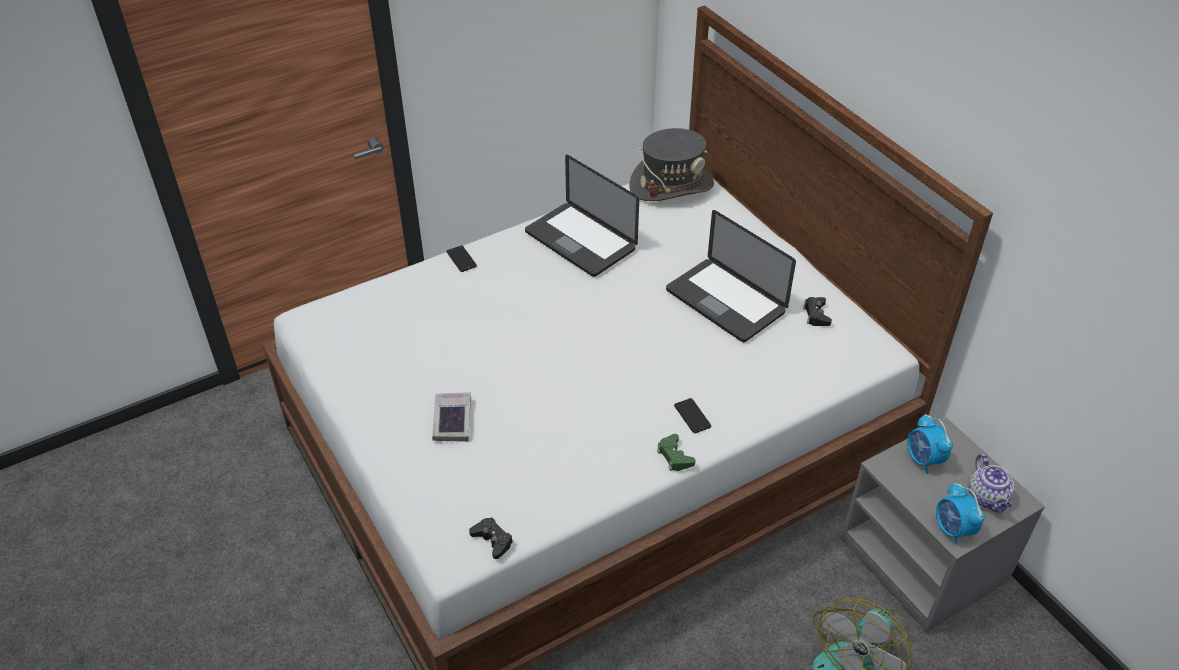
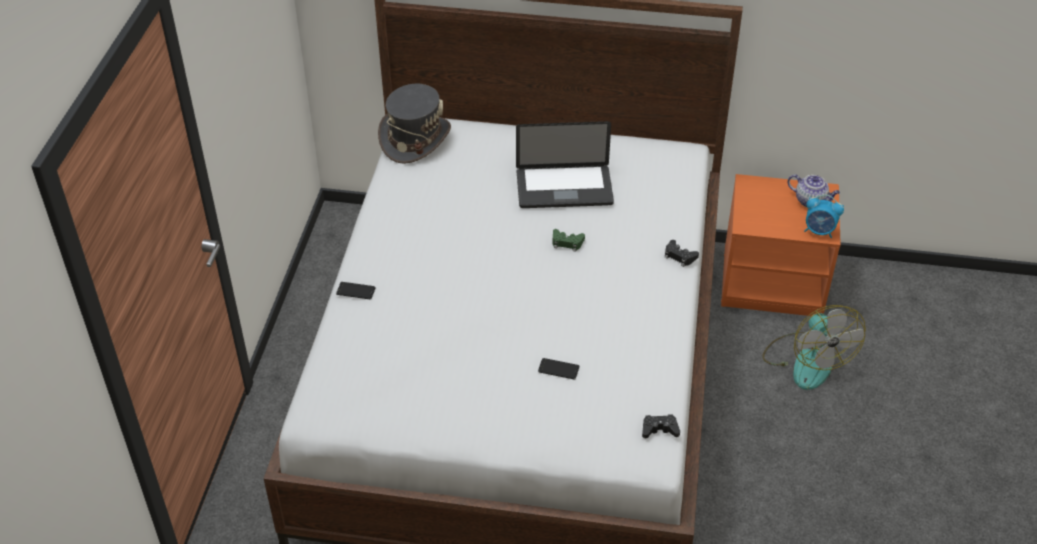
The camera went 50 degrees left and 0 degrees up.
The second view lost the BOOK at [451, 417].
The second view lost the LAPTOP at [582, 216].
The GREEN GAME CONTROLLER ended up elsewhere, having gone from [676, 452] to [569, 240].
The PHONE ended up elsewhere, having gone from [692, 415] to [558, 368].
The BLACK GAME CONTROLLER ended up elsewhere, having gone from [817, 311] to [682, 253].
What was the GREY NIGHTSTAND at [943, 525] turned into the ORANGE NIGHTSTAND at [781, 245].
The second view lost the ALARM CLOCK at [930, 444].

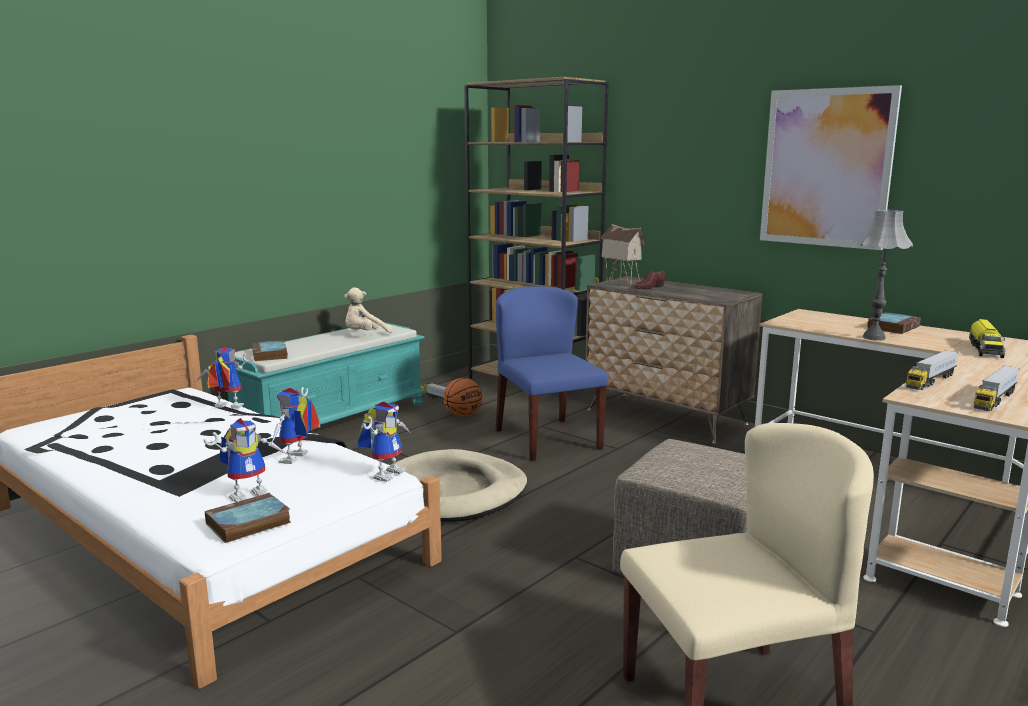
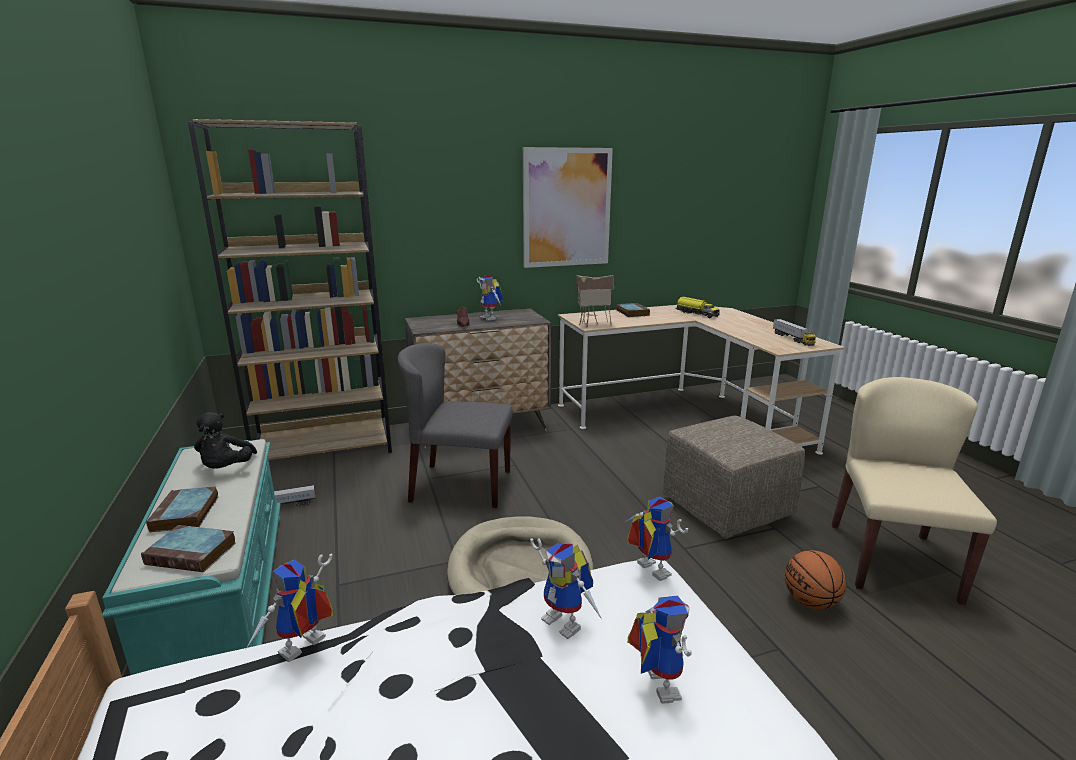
The camera went 60 degrees left and 5 degrees up.
The BOOK ended up elsewhere, having gone from [248, 518] to [182, 509].
What was the BEIGE PLUSH TOY at [368, 310] turned into the BLACK PLUSH TOY at [225, 440].
The BASKETBALL ended up elsewhere, having gone from [462, 397] to [816, 579].
What was the BLUE CHAIR at [552, 373] turned into the GREY CHAIR at [455, 425].
The TOY HOUSE ended up elsewhere, having gone from [622, 255] to [595, 301].
The second view lost the GREY TABLE LAMP at [885, 275].
The second view lost the TOY TRUCK at [932, 370].
The second view gained the TOY ROBOT at [490, 298].

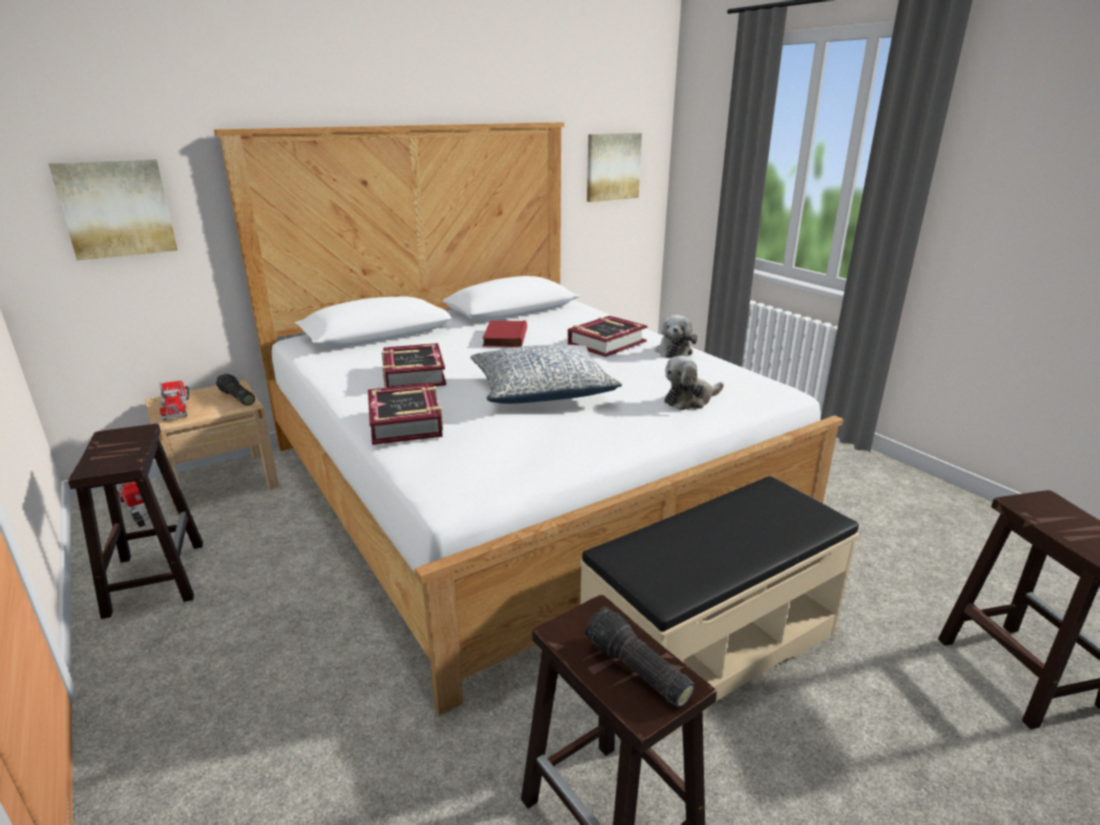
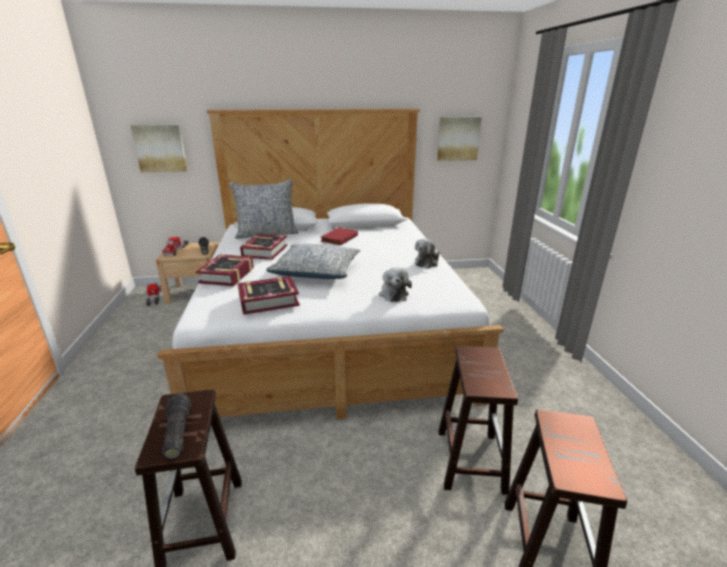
The camera went 25 degrees right and 0 degrees up.
The BROWN STOOL ended up elsewhere, having gone from [135, 521] to [478, 420].
The BOOK ended up elsewhere, having gone from [607, 336] to [269, 295].
The second view lost the BEIGE BENCH at [719, 611].
The PLUSH TOY at [694, 383] ended up facing another way, 90 degrees counterclockwise from before.
The second view gained the PILLOW at [264, 209].

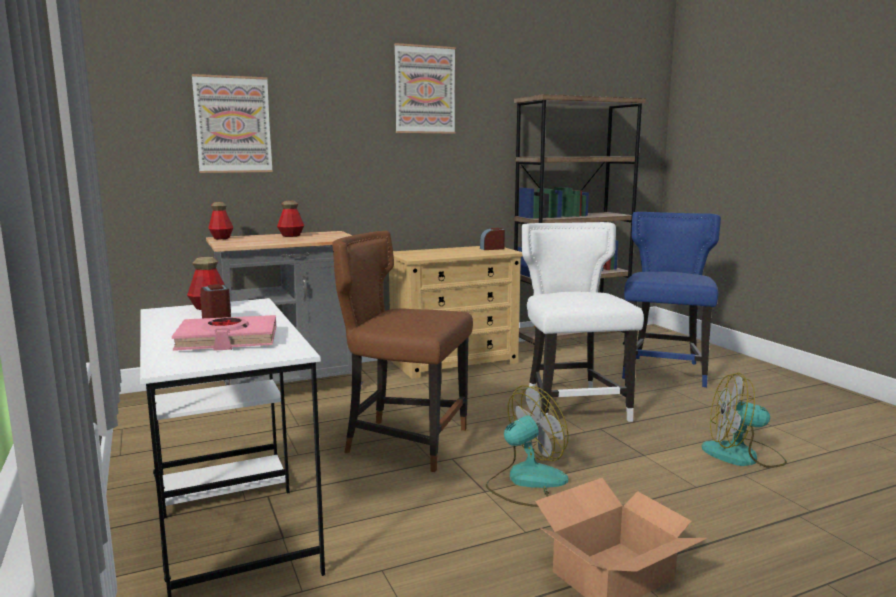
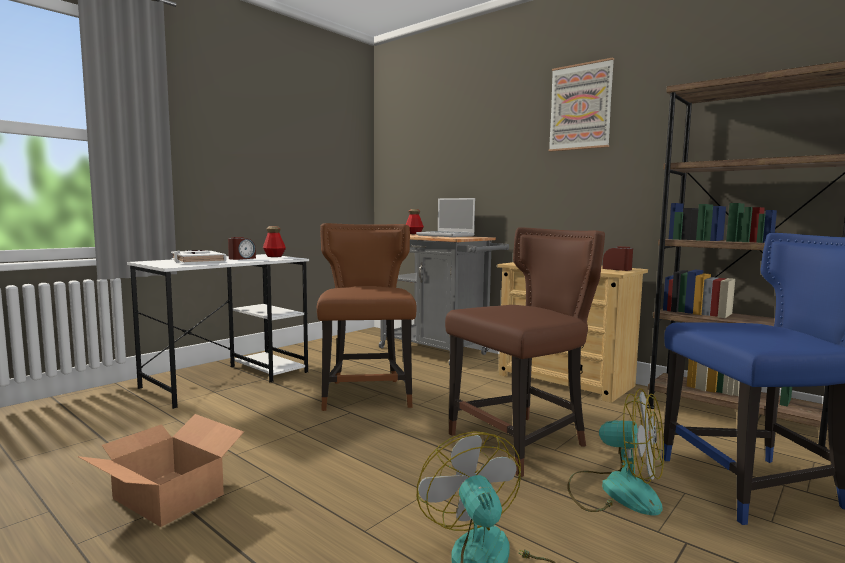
The camera went 65 degrees right and 5 degrees down.
What was the PINK BOOK at [224, 333] turned into the WHITE BOOK at [199, 256].
The second view lost the PICTURE at [232, 123].
Where the BOTTLE stood at [290, 219], the LAPTOP came to stand at [445, 217].
The FAN ended up elsewhere, having gone from [527, 446] to [615, 452].
What was the WHITE CHAIR at [582, 322] turned into the BROWN CHAIR at [525, 352].

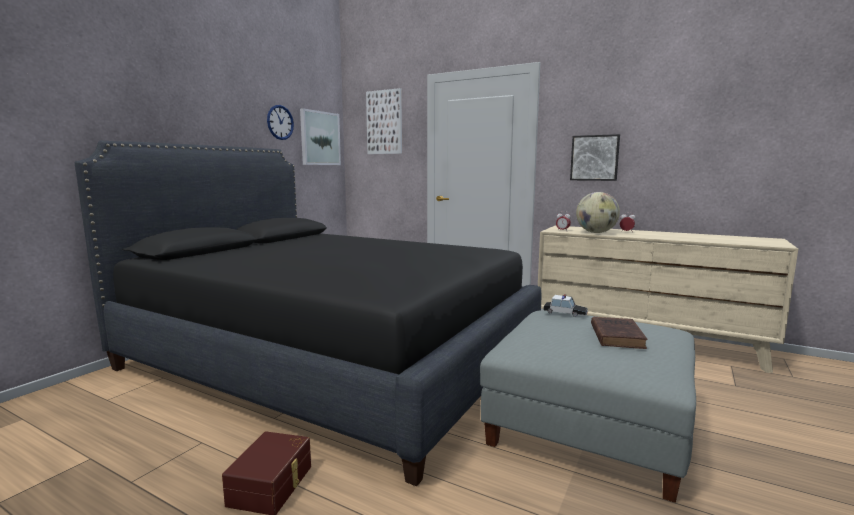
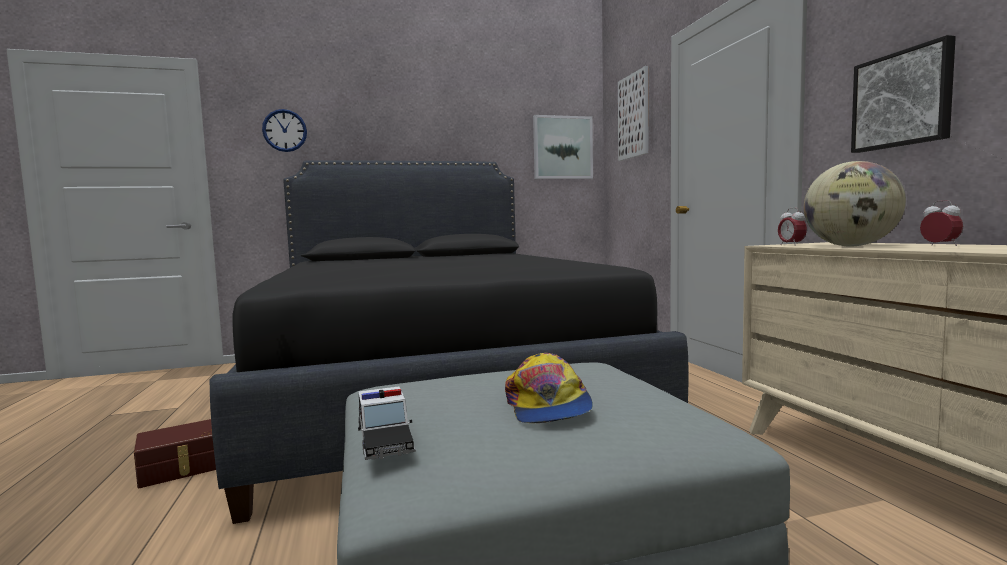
The camera went 45 degrees right and 5 degrees down.
The WALL CLOCK ended up elsewhere, having gone from [280, 122] to [284, 130].
The TOY CAR ended up elsewhere, having gone from [566, 305] to [387, 423].
Where the BROWN BOOK stood at [619, 333], the CAP came to stand at [549, 388].

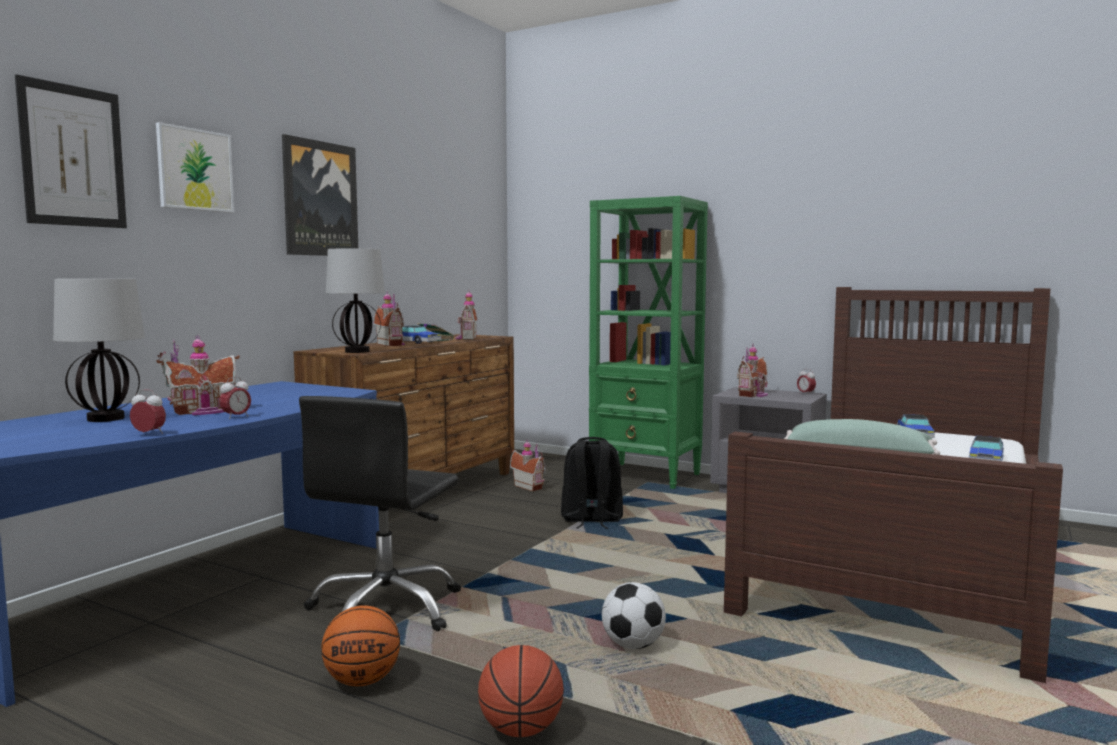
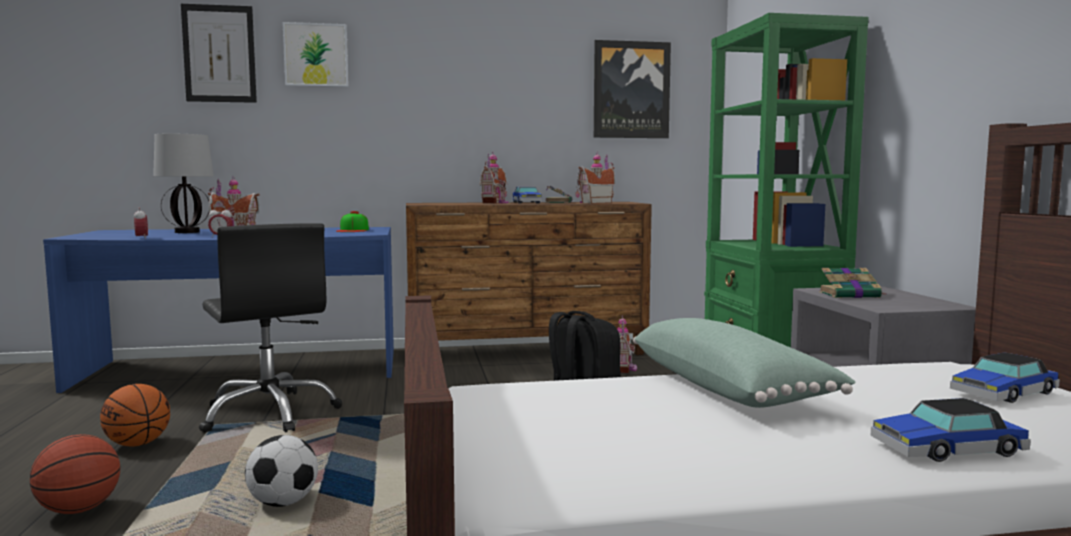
The camera went 50 degrees right and 0 degrees up.
The PICTURE ended up elsewhere, having gone from [320, 195] to [632, 89].
The BLACK OFFICE CHAIR at [380, 513] ended up facing another way, 105 degrees counterclockwise from before.
The second view lost the TABLE LAMP at [355, 301].
Where the TOY HOUSE stood at [752, 371], the BOOK came to stand at [851, 283].
The second view lost the ALARM CLOCK at [806, 381].
The second view gained the CAP at [352, 221].

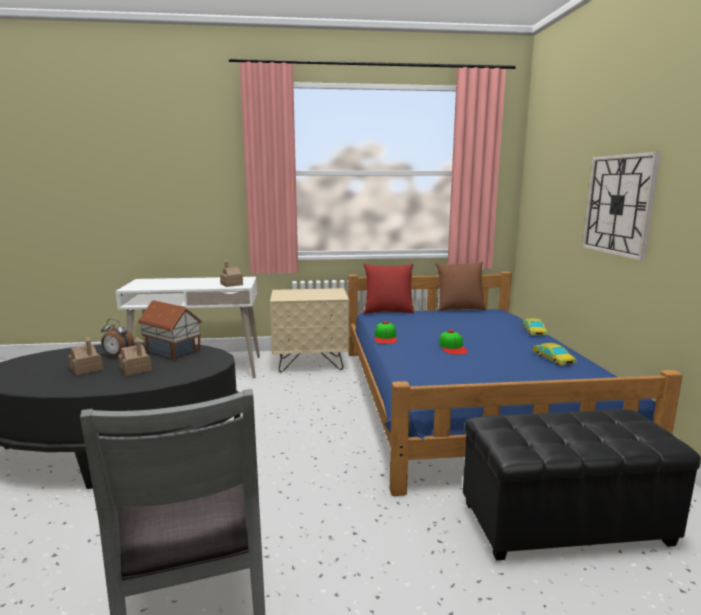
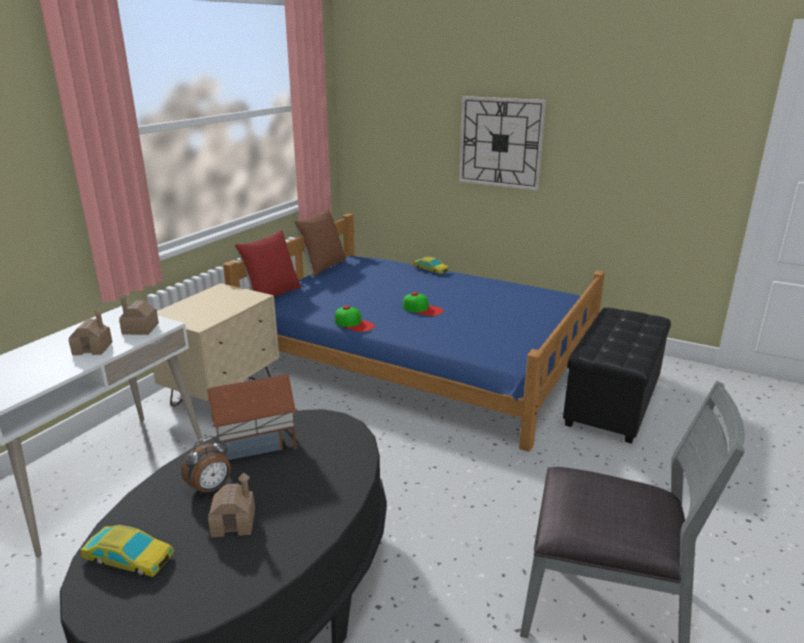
The camera went 55 degrees left and 10 degrees up.
The TOY HOUSE ended up elsewhere, having gone from [135, 356] to [91, 331].
The TOY CAR ended up elsewhere, having gone from [554, 354] to [127, 551].

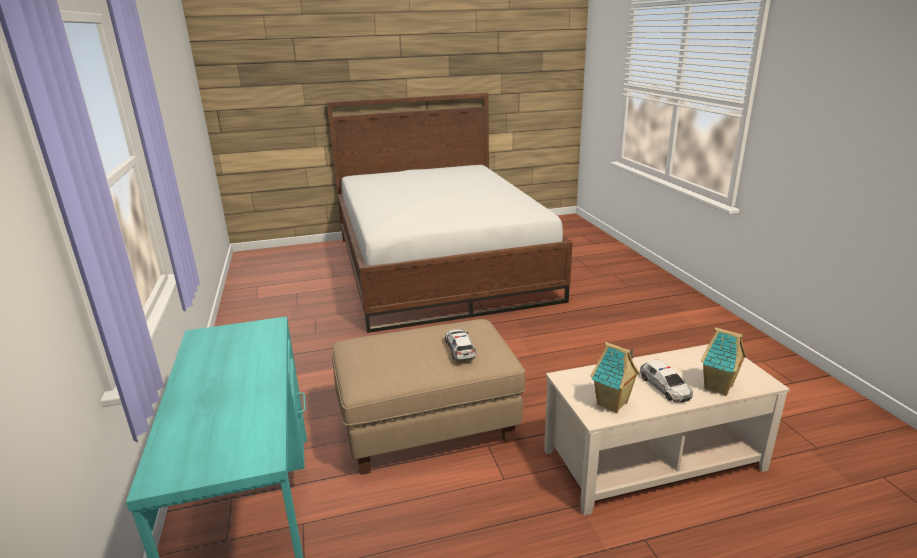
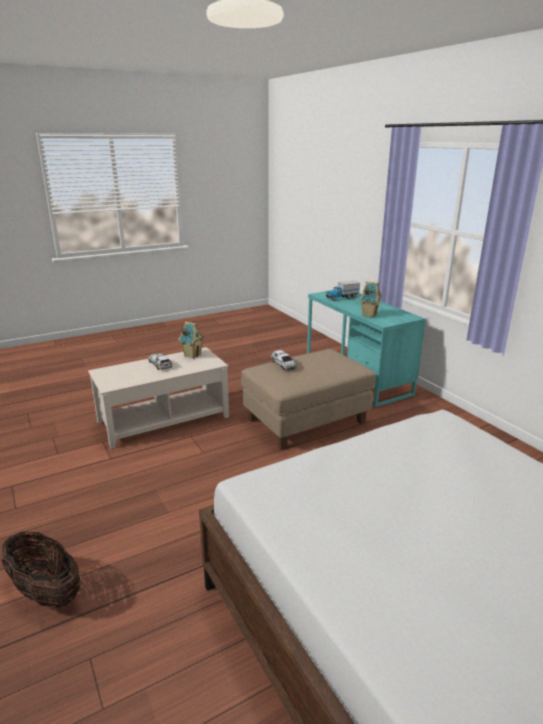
The camera went 165 degrees right and 0 degrees up.
The TOY HOUSE ended up elsewhere, having gone from [723, 361] to [371, 299].
The second view gained the BASKET at [41, 569].
The second view gained the TOY TRUCK at [343, 290].

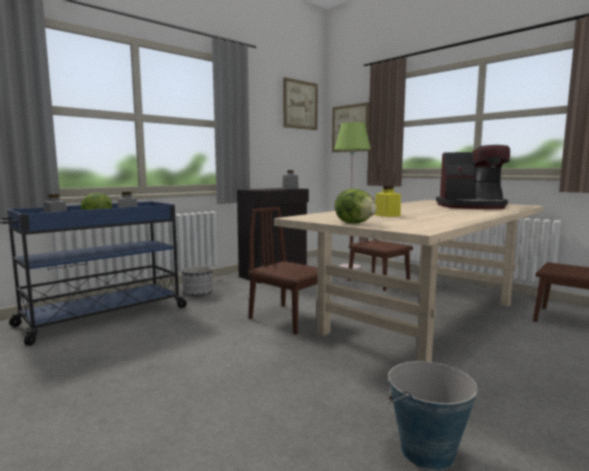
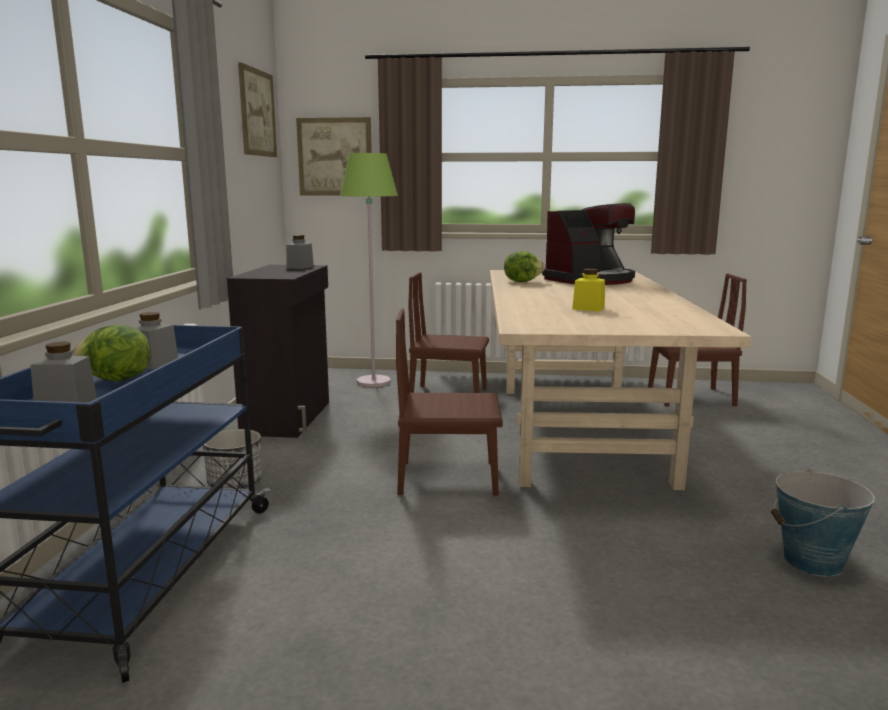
The camera went 40 degrees left and 5 degrees up.
The LETTUCE ended up elsewhere, having gone from [356, 206] to [524, 266].

